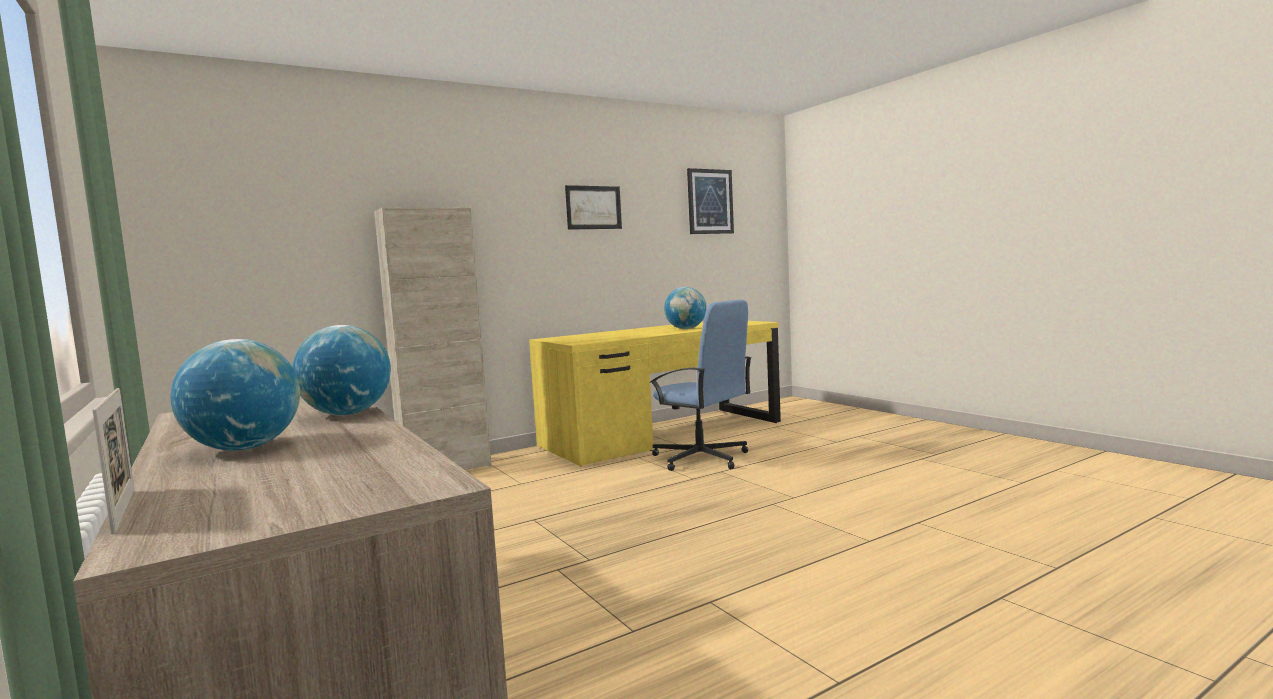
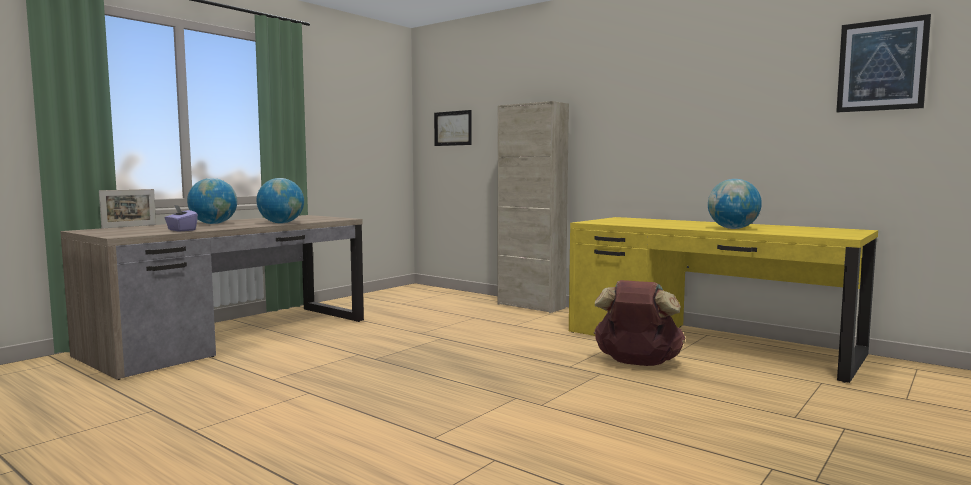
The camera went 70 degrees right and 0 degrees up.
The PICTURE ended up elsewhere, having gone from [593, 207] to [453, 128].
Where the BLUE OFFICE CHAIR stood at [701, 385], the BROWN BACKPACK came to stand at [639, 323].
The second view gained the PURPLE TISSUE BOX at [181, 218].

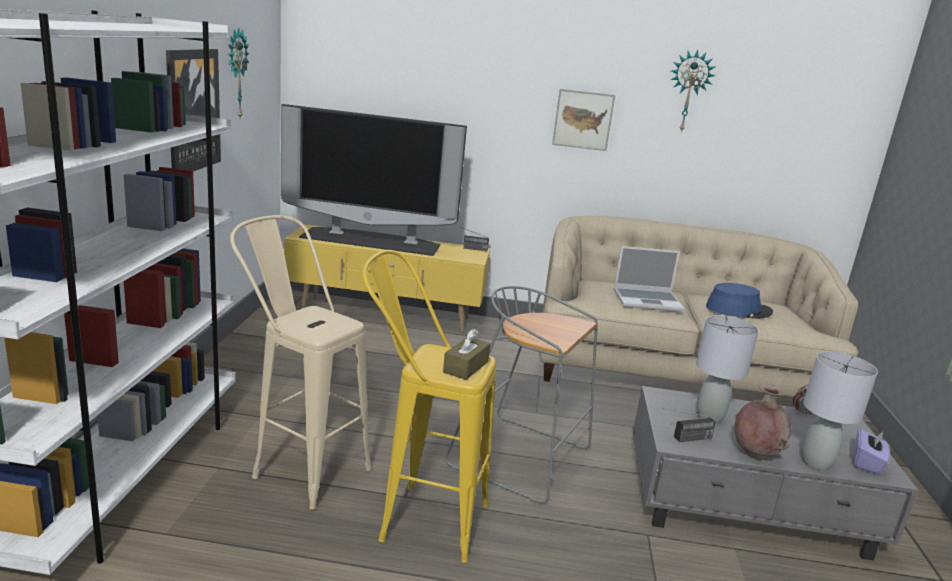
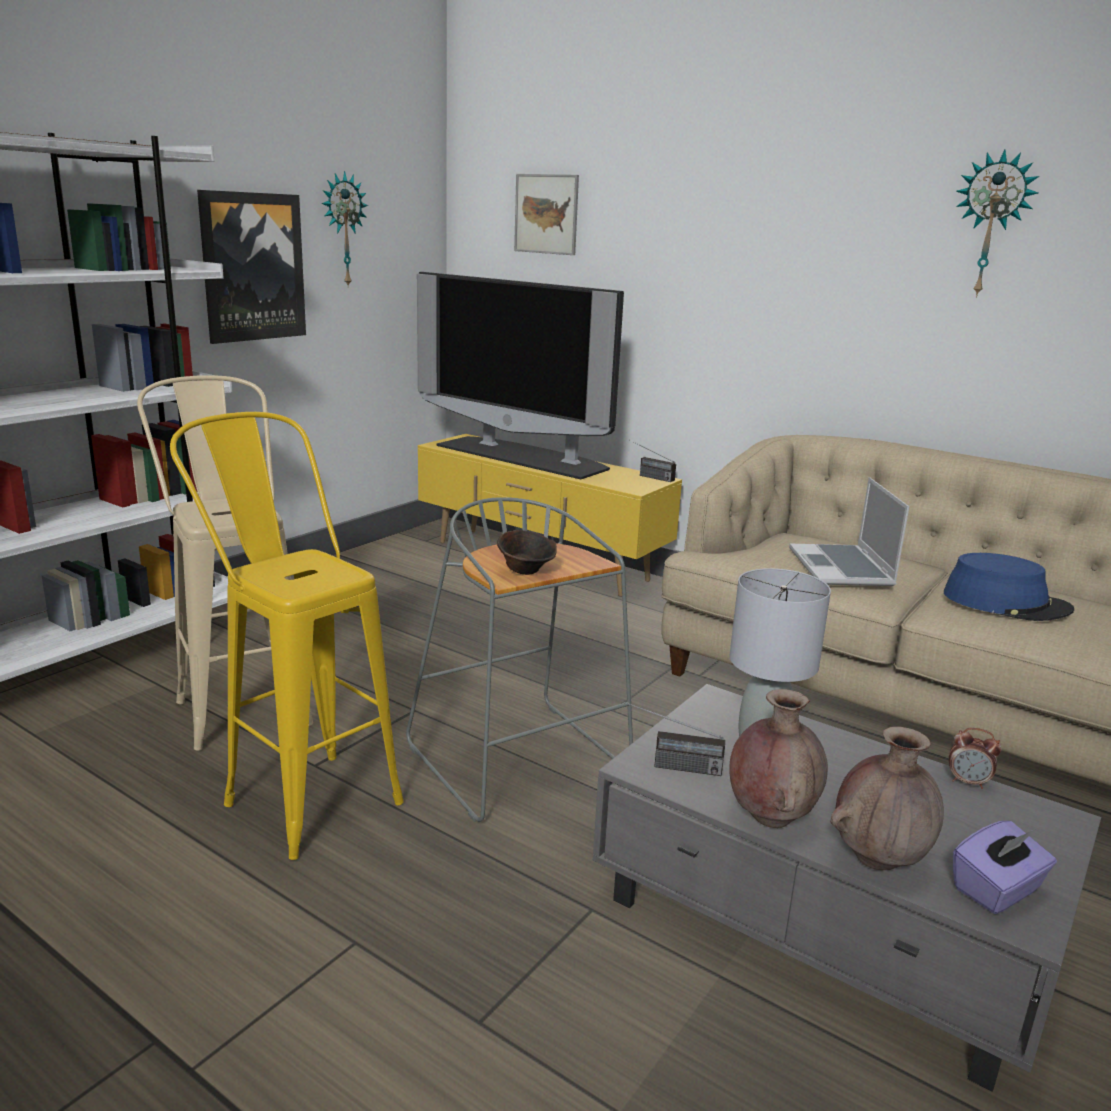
The camera went 30 degrees right and 0 degrees up.
The second view lost the BROWN TISSUE BOX at [466, 354].
The PICTURE ended up elsewhere, having gone from [583, 120] to [546, 214].
The LAPTOP at [649, 279] ended up facing another way, 60 degrees clockwise from before.
Where the GREY TABLE LAMP stood at [840, 410], the BROWN VASE came to stand at [887, 798].
The second view gained the BROWN BOWL at [527, 552].

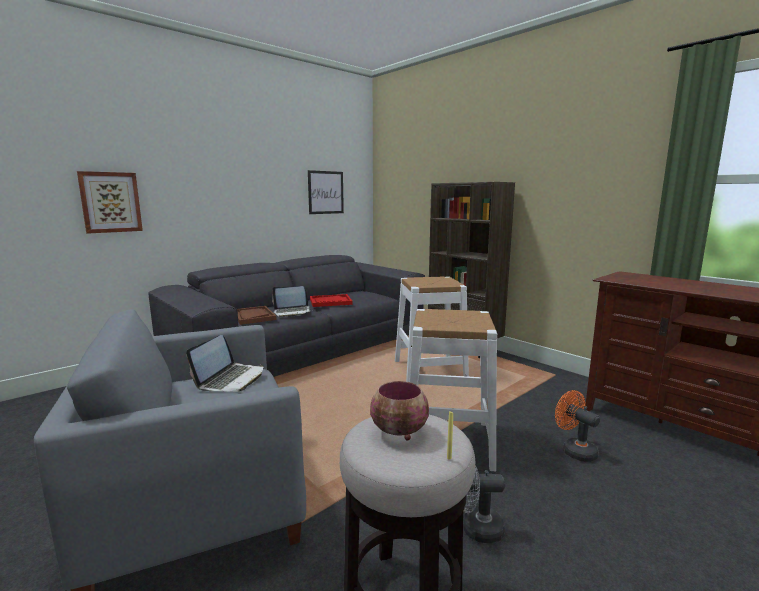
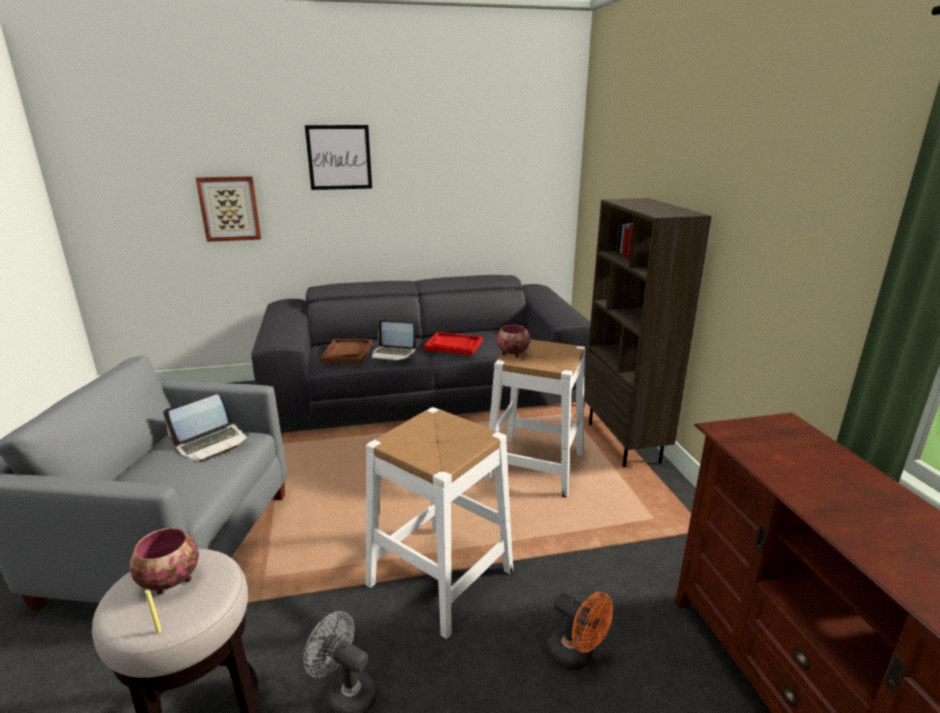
The camera went 30 degrees right and 10 degrees up.
The PICTURE ended up elsewhere, having gone from [326, 192] to [338, 157].
The ORANGE FAN at [577, 426] ended up facing another way, 135 degrees clockwise from before.
The second view gained the BOWL at [513, 341].

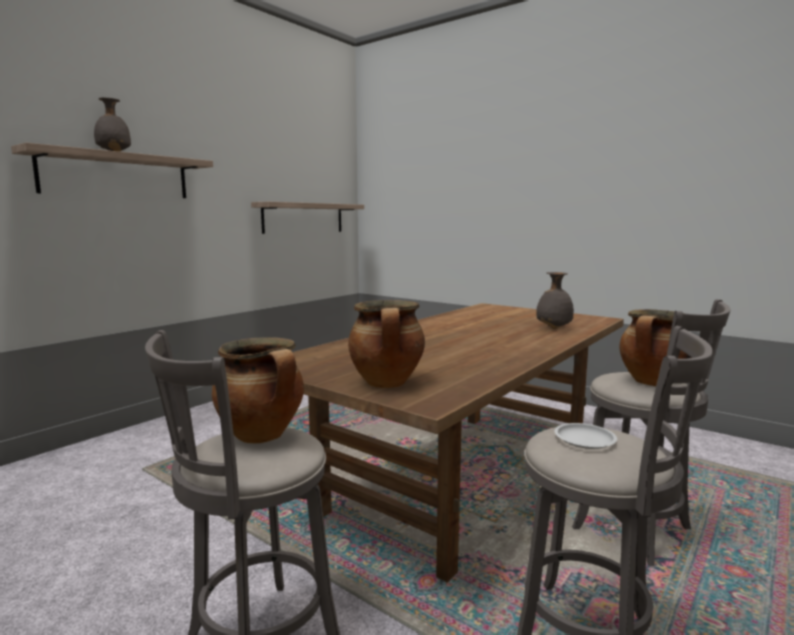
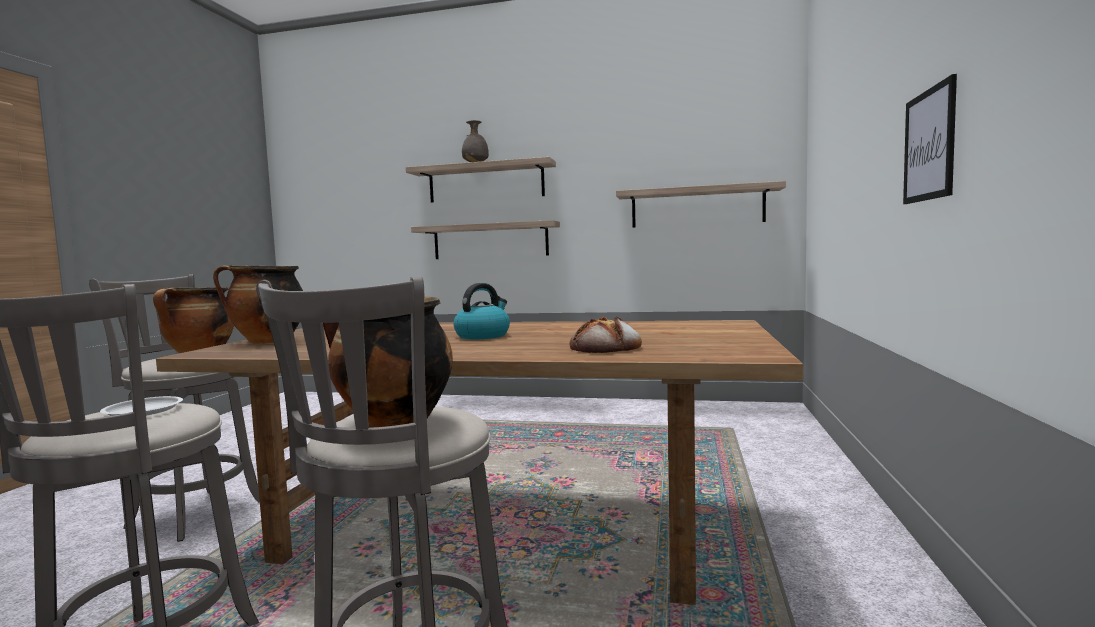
The camera went 65 degrees right and 5 degrees down.
Where the GREY VASE stood at [555, 300], the BREAD came to stand at [606, 334].
The second view gained the SHELF at [485, 239].
The second view gained the KETTLE at [481, 311].
The second view gained the PICTURE at [930, 139].

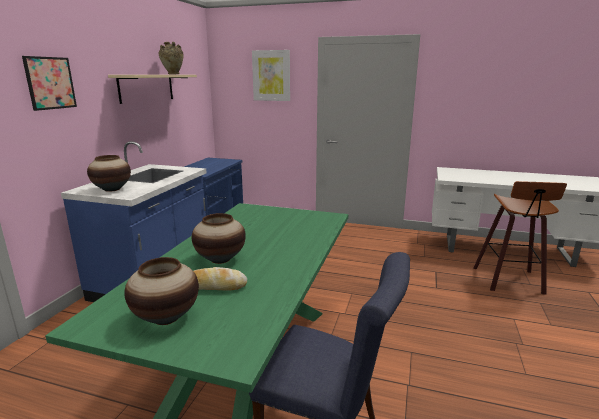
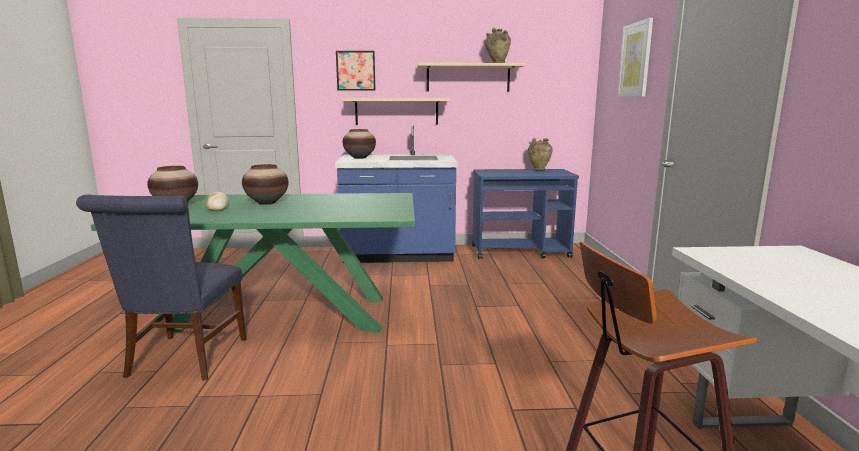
The camera went 70 degrees right and 5 degrees down.
The second view gained the BEIGE SHELF at [396, 111].
The second view gained the BEIGE VASE at [540, 154].

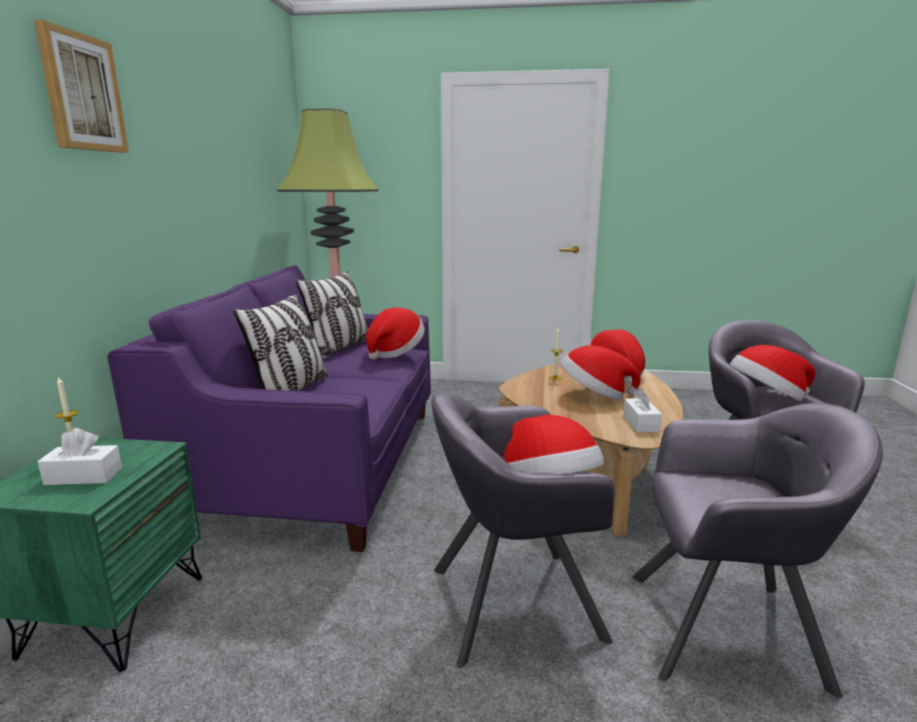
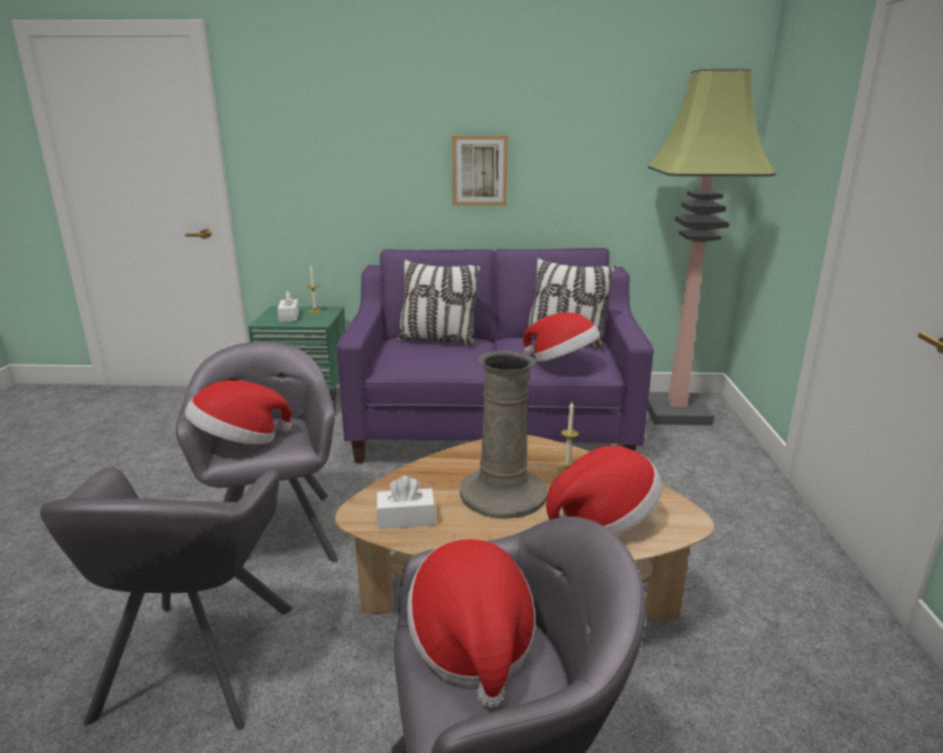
The camera went 85 degrees right and 5 degrees up.
The PICTURE ended up elsewhere, having gone from [81, 86] to [480, 170].
Where the HAT stood at [600, 372], the BEIGE VASE came to stand at [503, 435].

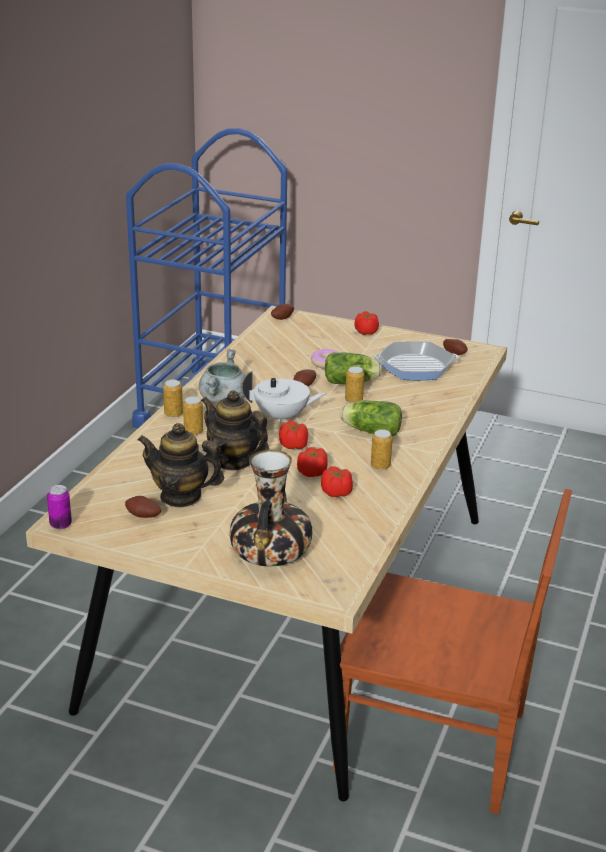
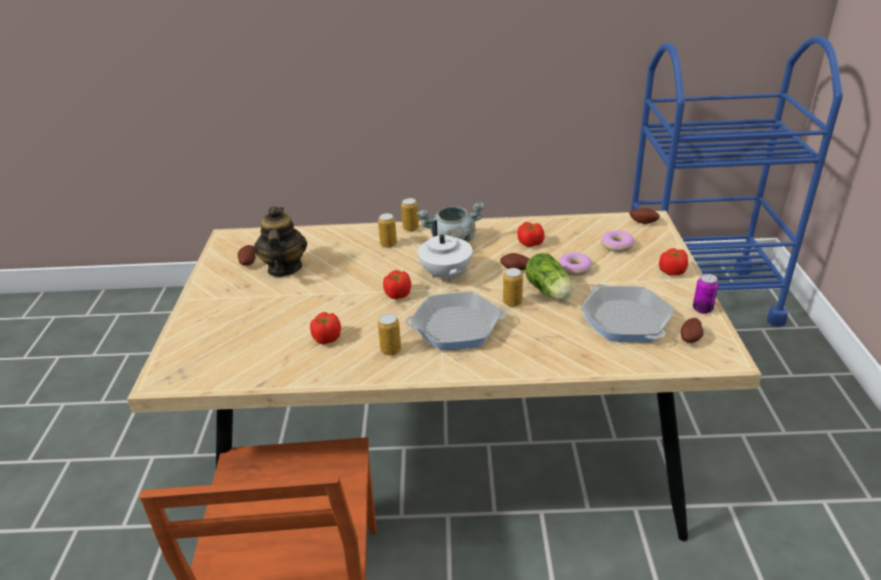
The camera went 70 degrees right and 5 degrees up.
The CAN ended up elsewhere, having gone from [59, 507] to [706, 294].
The second view lost the TEAPOT at [235, 430].
The second view lost the VASE at [271, 507].
The TOMATO ended up elsewhere, having gone from [312, 462] to [531, 234].
Where the LETTUCE stood at [371, 418], the FRYING PAN came to stand at [456, 321].
The second view gained the DONUT at [618, 241].

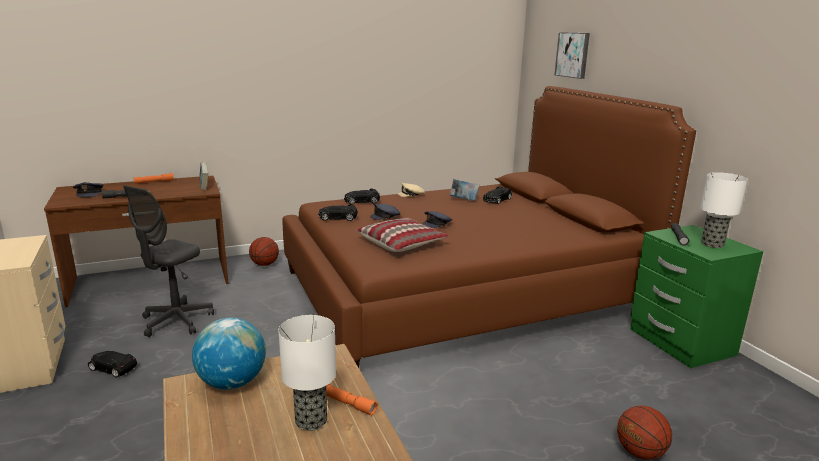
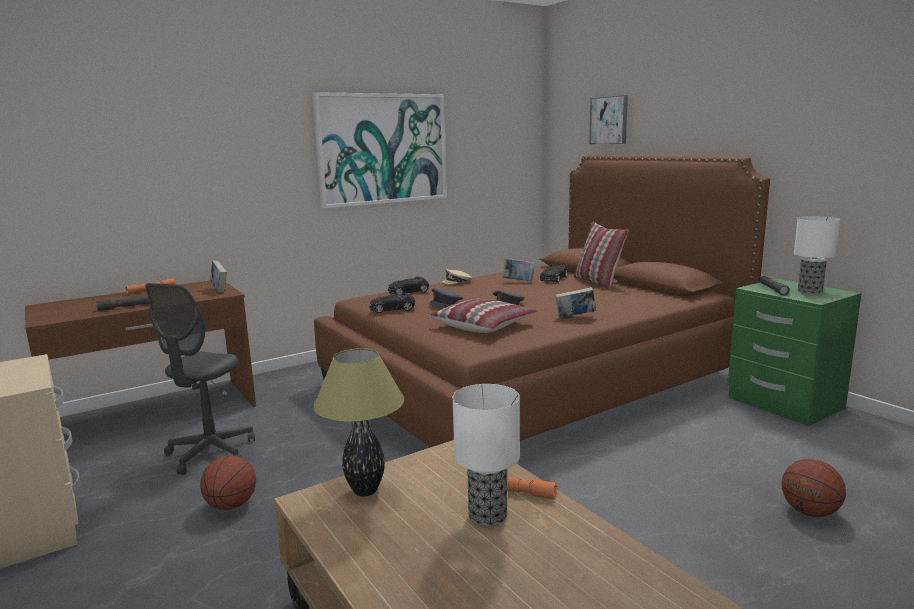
The camera went 10 degrees left and 5 degrees down.
The second view lost the GREY CAP at [88, 189].
The second view lost the BLACK TOY CAR at [112, 364].
Where the GLOBE stood at [229, 354], the TABLE LAMP came to stand at [358, 422].
The BASKETBALL ended up elsewhere, having gone from [264, 251] to [228, 482].
The second view gained the PICTURE at [379, 150].
The second view gained the BOOK at [575, 302].
The second view gained the PILLOW at [601, 256].

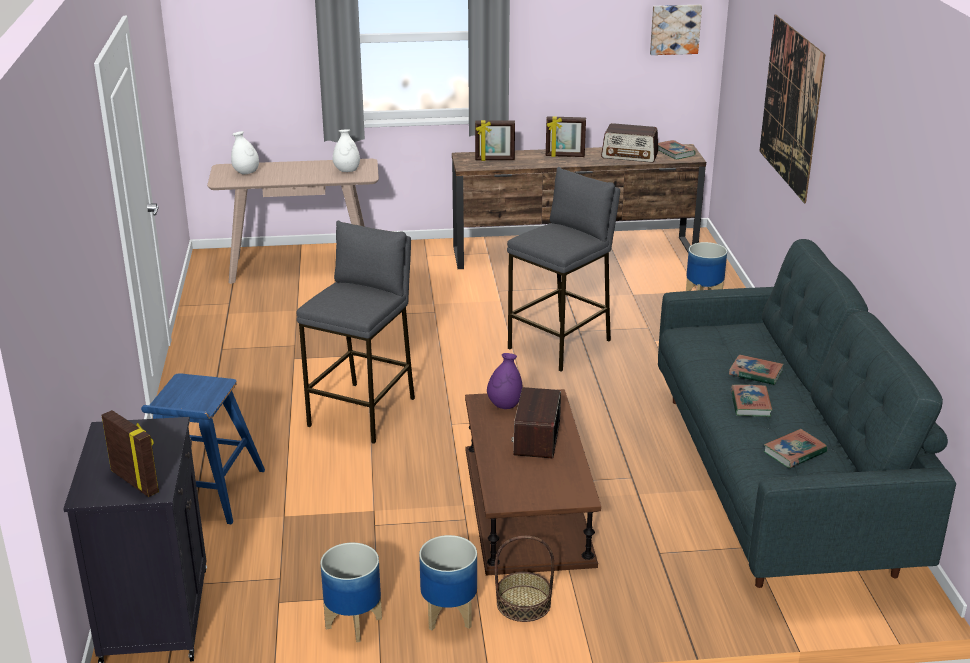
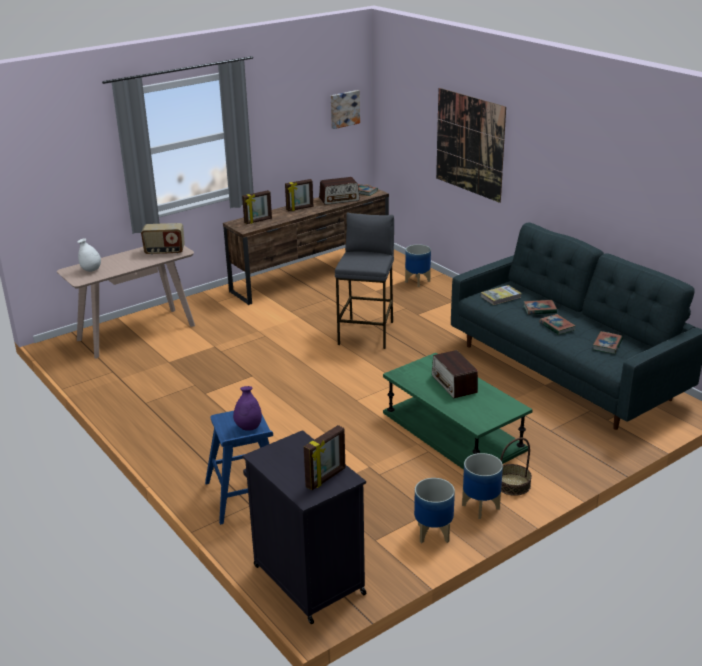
The camera went 30 degrees left and 0 degrees up.
The PICTURE FRAME at [130, 453] ended up facing another way, 120 degrees clockwise from before.
The second view lost the GREY STOOL at [355, 332].
Where the WHITE VASE stood at [346, 150], the RADIO came to stand at [163, 239].
What was the BROWN COFFEE TABLE at [533, 482] turned into the GREEN COFFEE TABLE at [458, 411].
The PURPLE VASE ended up elsewhere, having gone from [505, 381] to [247, 408].
The second view gained the BOOK at [501, 295].

